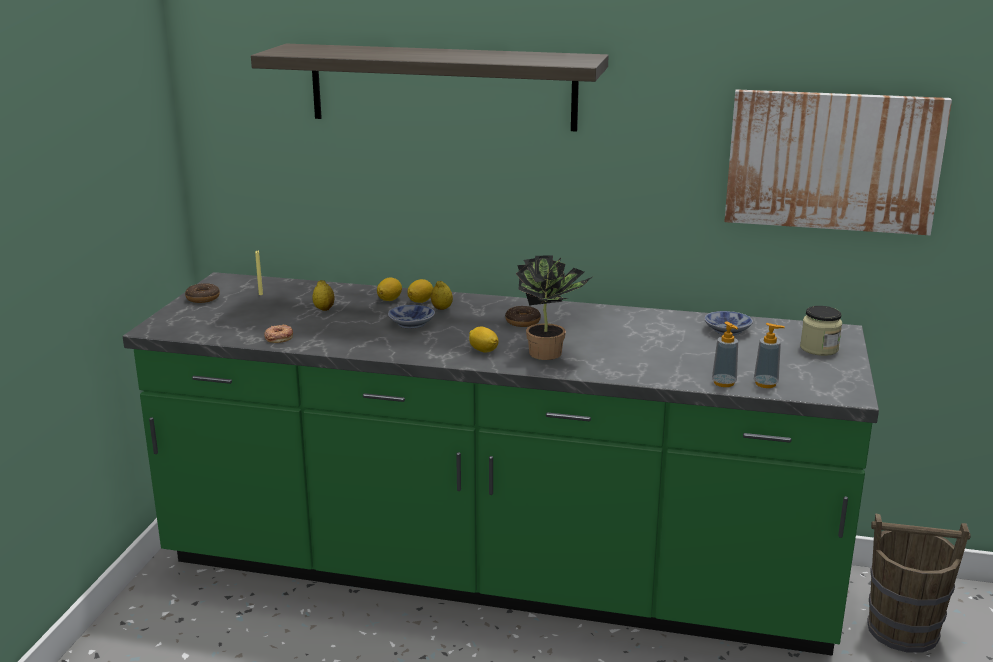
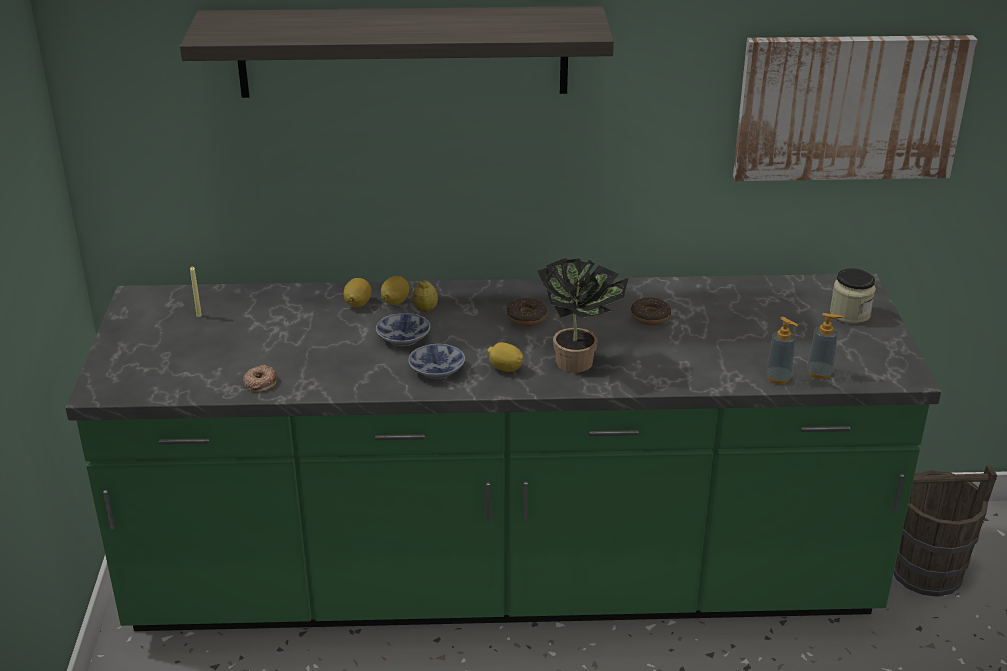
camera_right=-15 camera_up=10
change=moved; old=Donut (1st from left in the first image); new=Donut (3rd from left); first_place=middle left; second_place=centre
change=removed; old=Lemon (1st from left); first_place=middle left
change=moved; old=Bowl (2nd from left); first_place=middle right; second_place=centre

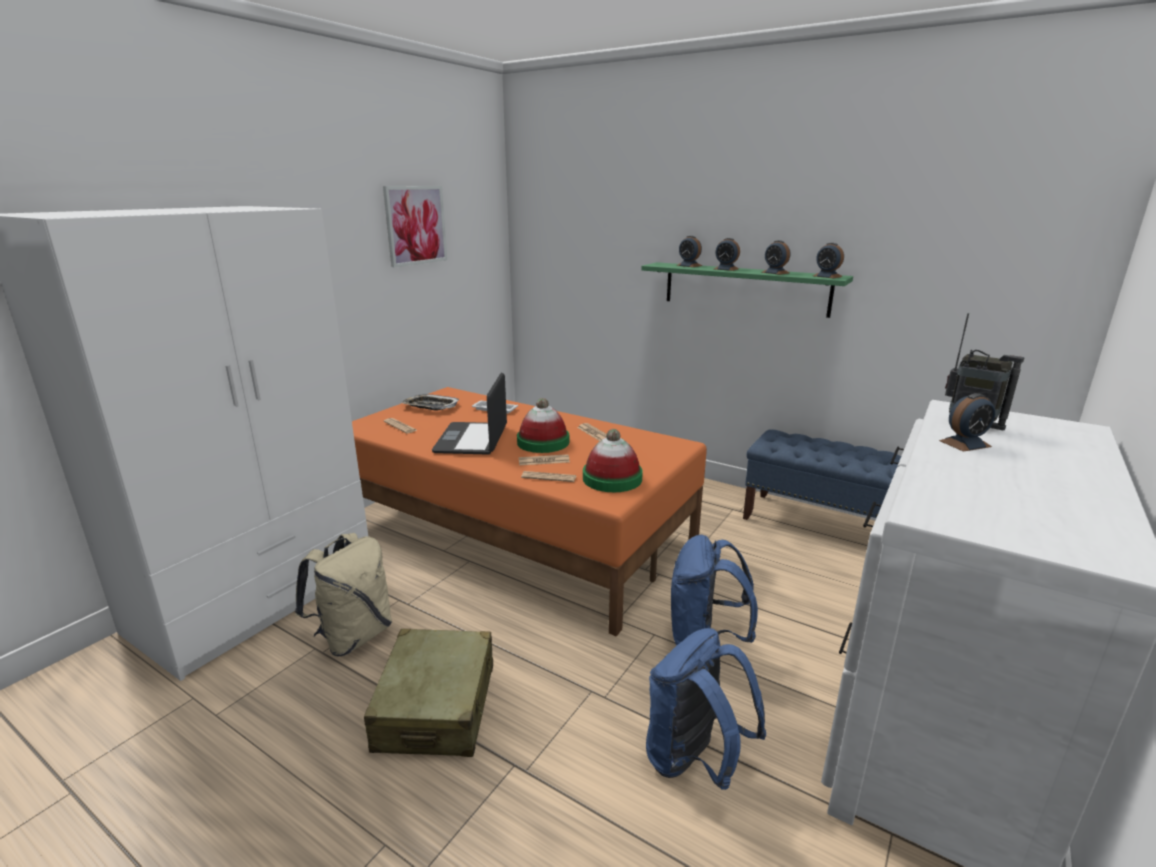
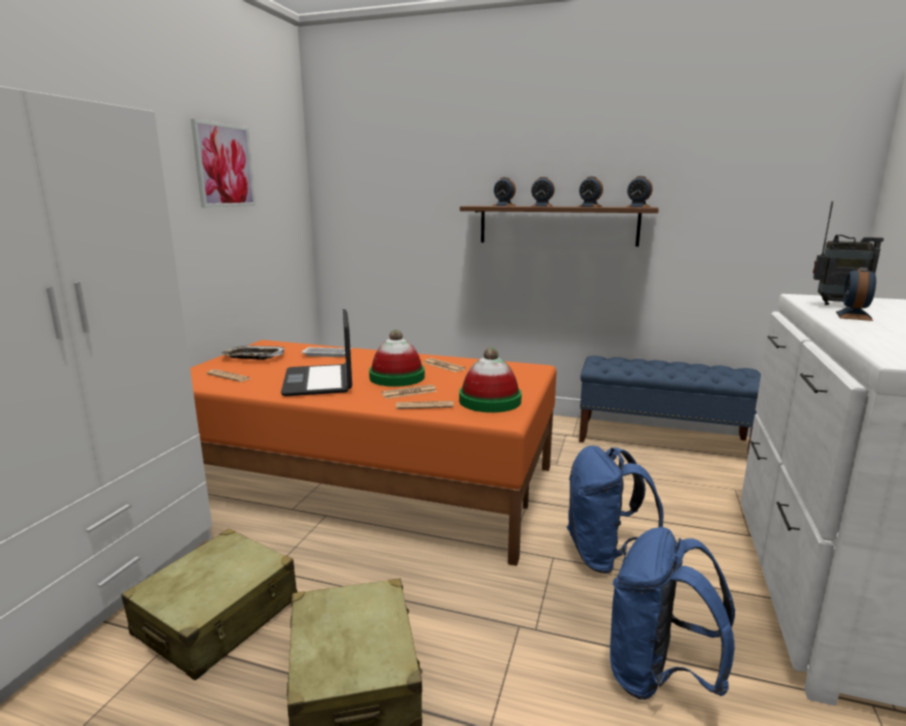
camera_right=-15 camera_up=-5
change=replaced; old=BeigeBackpack; new=BeigeSuitcase (1st from left); first_place=bottom left; second_place=bottom left
change=recoloured; old=GreenShelf; new=BrownShelf; first_place=centre; second_place=top centre
change=turned; old=AlarmClock (5th from left); first_place=middle right; second_place=middle right; degrees=150

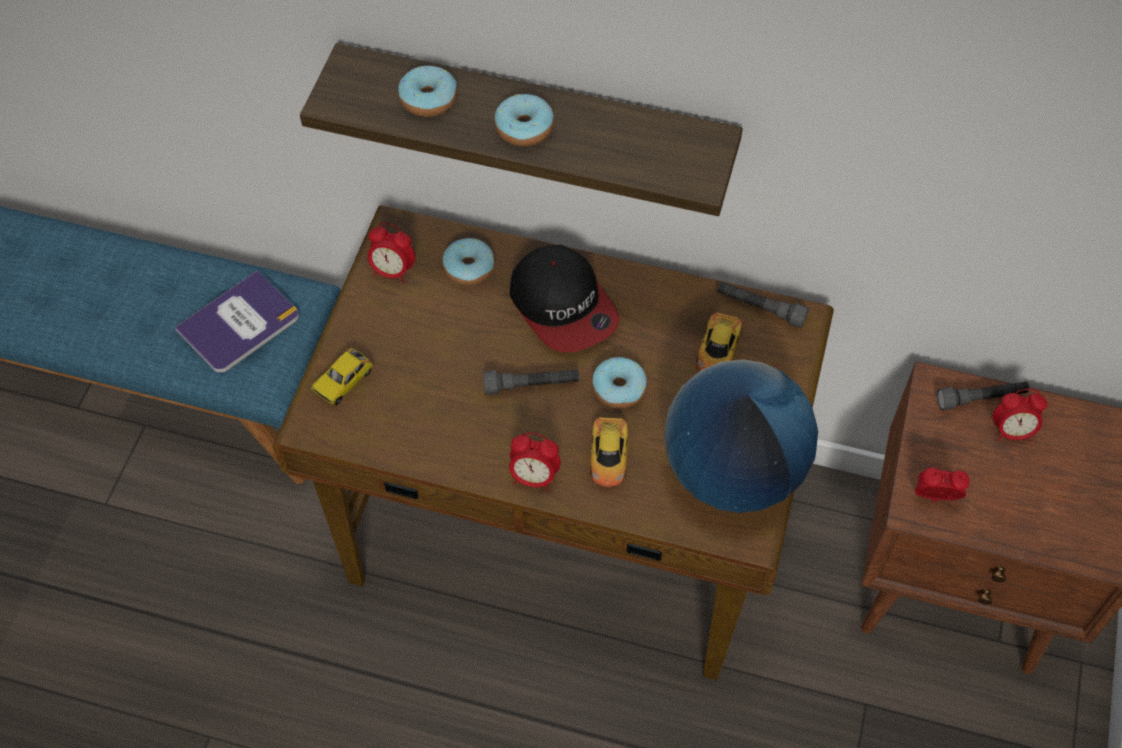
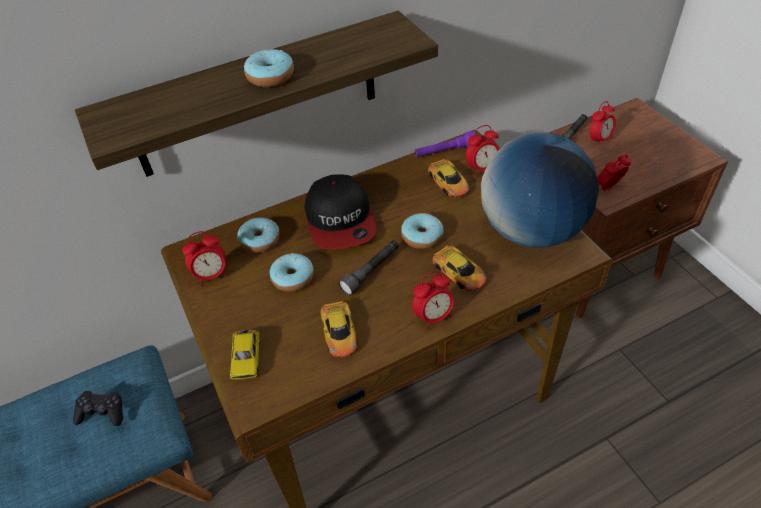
camera_right=-40 camera_up=-10
change=replaced; old=Book; new=BlackGameController; first_place=middle left; second_place=bottom left
change=moved; old=Donut (1st from left in the first image); new=Donut (3rd from left); first_place=top centre; second_place=centre
change=turned; old=Cap; first_place=centre; second_place=centre; degrees=60
change=recoloured; old=GreyFlashlight (2nd from left); new=PurpleFlashlight; first_place=middle right; second_place=top centre
change=added; new=ToyCar (2nd from left); second_place=centre
change=added; new=AlarmClock (3rd from left); second_place=top centre

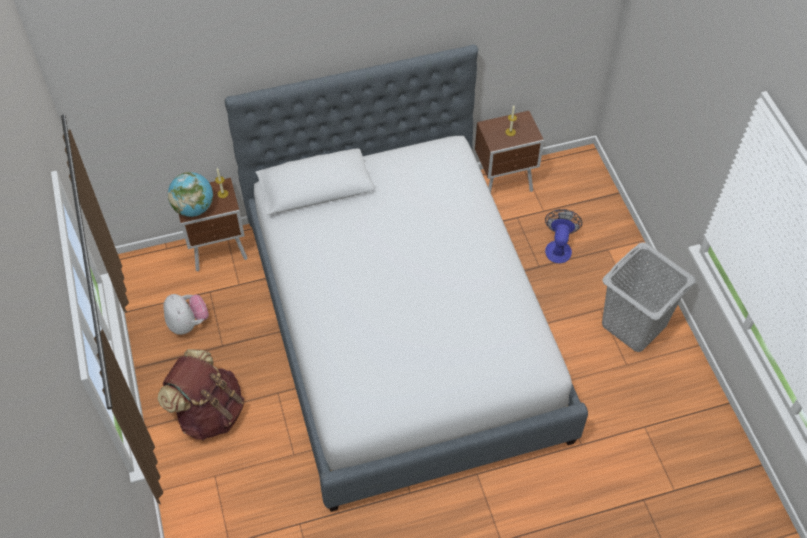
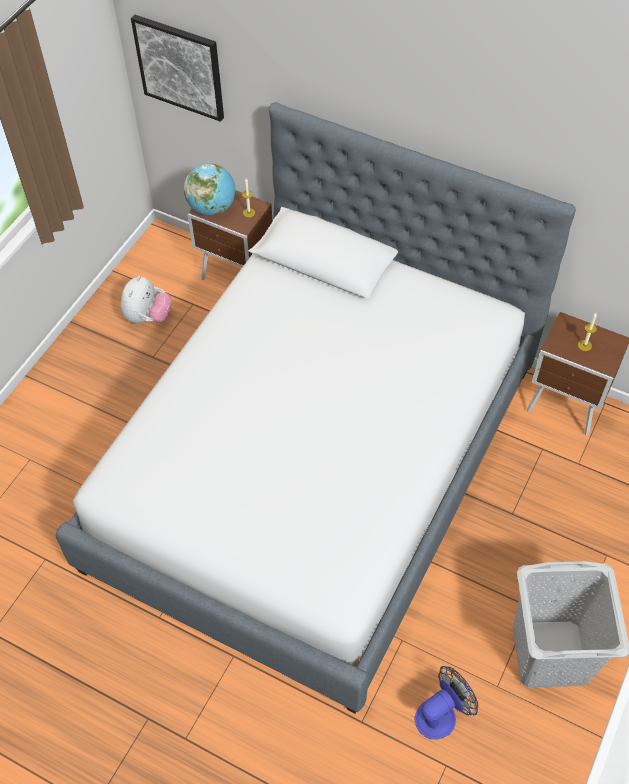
camera_right=45 camera_up=0
change=removed; old=BrownBackpack; first_place=bottom left
change=moved; old=Fan; first_place=middle right; second_place=bottom right
change=added; new=Picture; second_place=top left

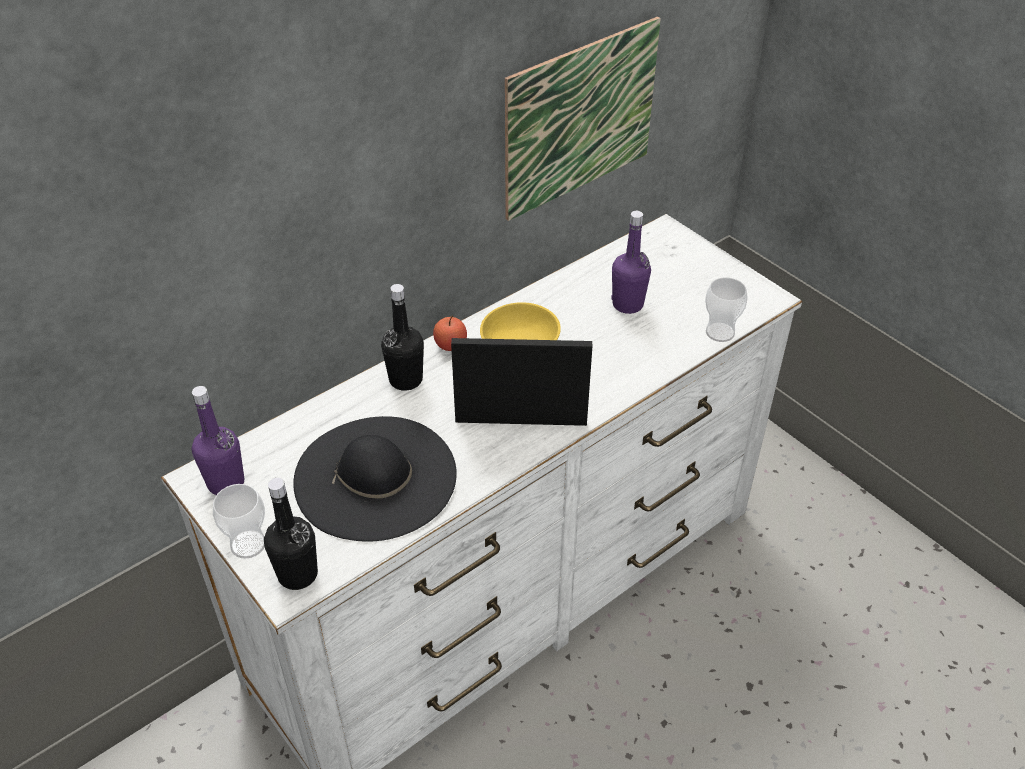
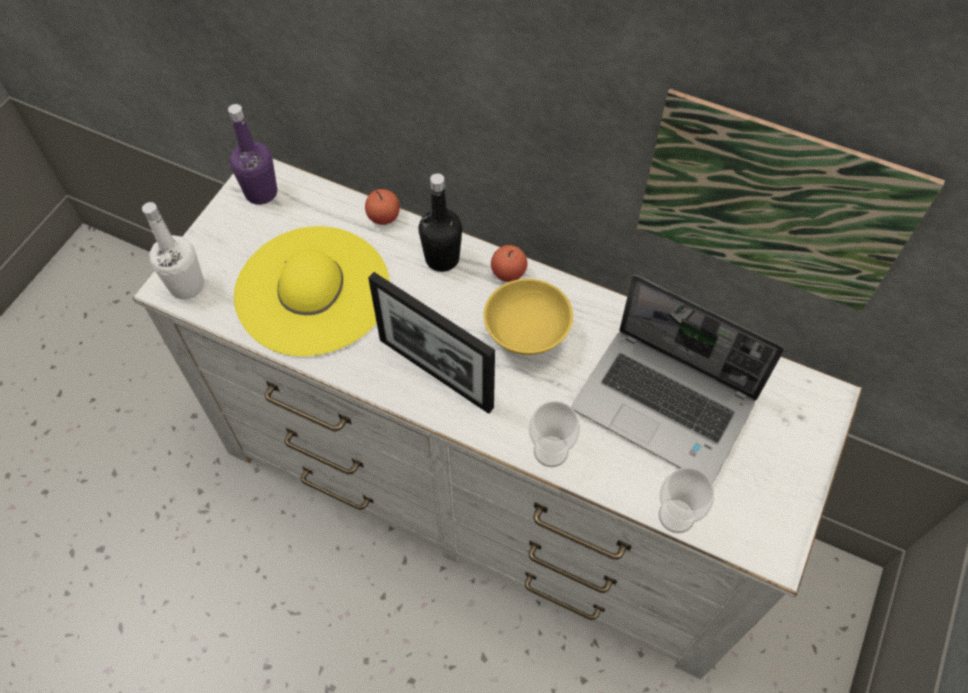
camera_right=65 camera_up=15
change=moved; old=Cup (1st from left); first_place=bottom left; second_place=centre
change=recoloured; old=BlackBottle (1st from left); new=WhiteBottle; first_place=bottom left; second_place=middle left
change=recoloured; old=BlackHat; new=YellowHat; first_place=centre; second_place=middle left
change=turned; old=PictureFrame; first_place=centre; second_place=centre; degrees=150
change=replaced; old=PurpleBottle (2nd from left); new=Laptop; first_place=centre; second_place=middle right
change=added; new=Apple (1st from left); second_place=top centre

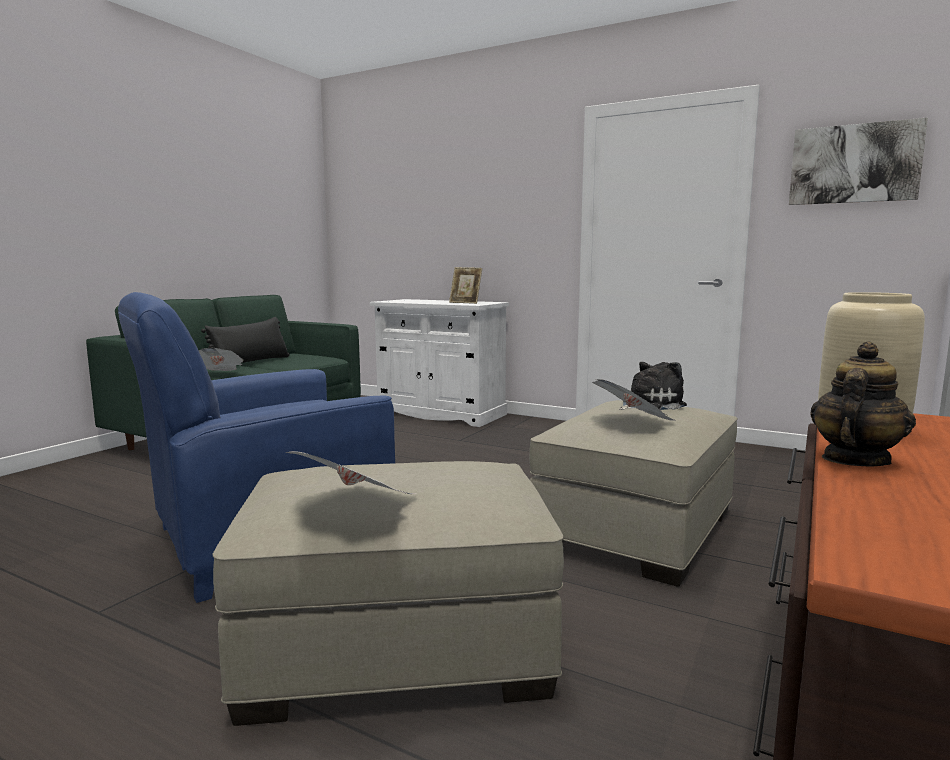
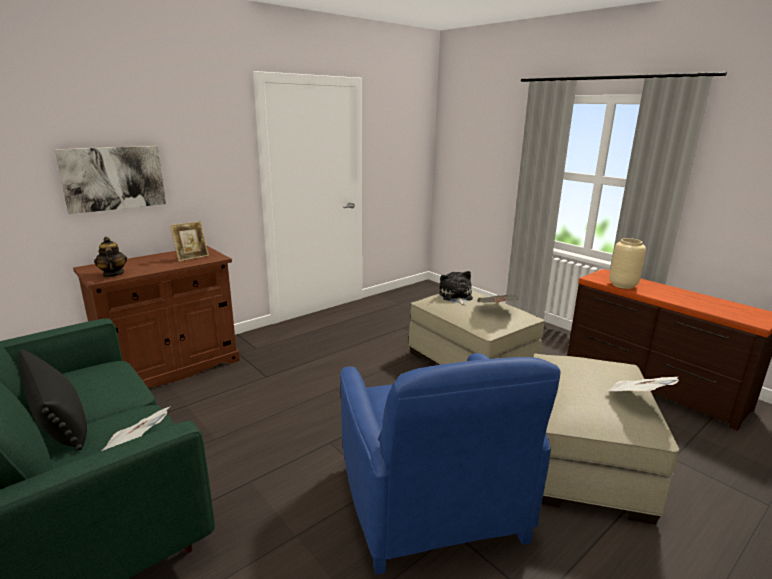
camera_right=-70 camera_up=10
change=recoloured; old=WhiteCabinet; new=BrownCabinet; first_place=centre; second_place=middle left
change=moved; old=Picture; first_place=top right; second_place=top left
change=moved; old=Teapot; first_place=middle right; second_place=middle left

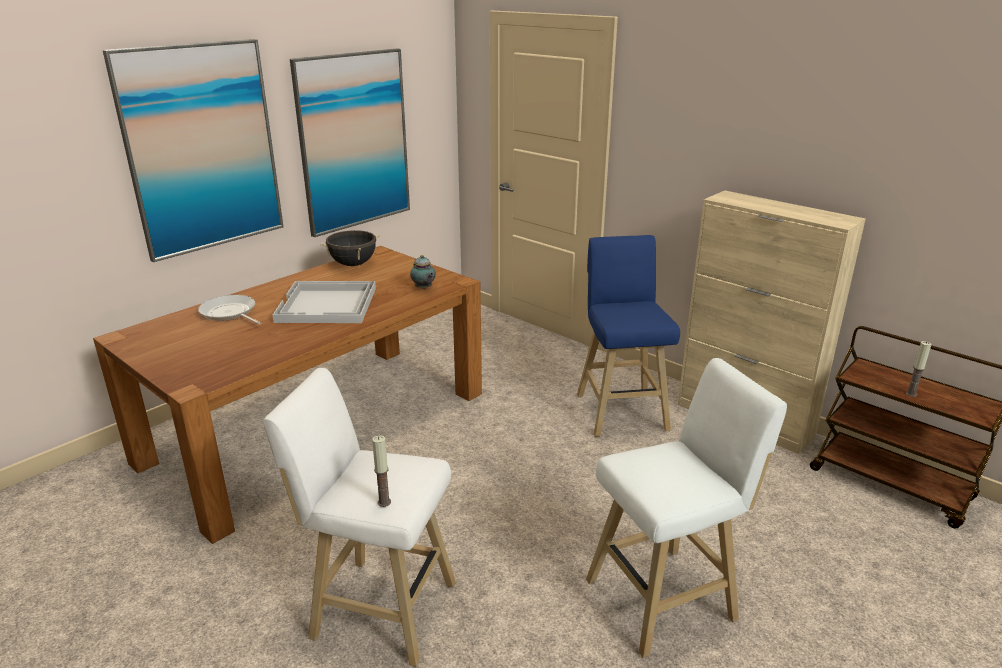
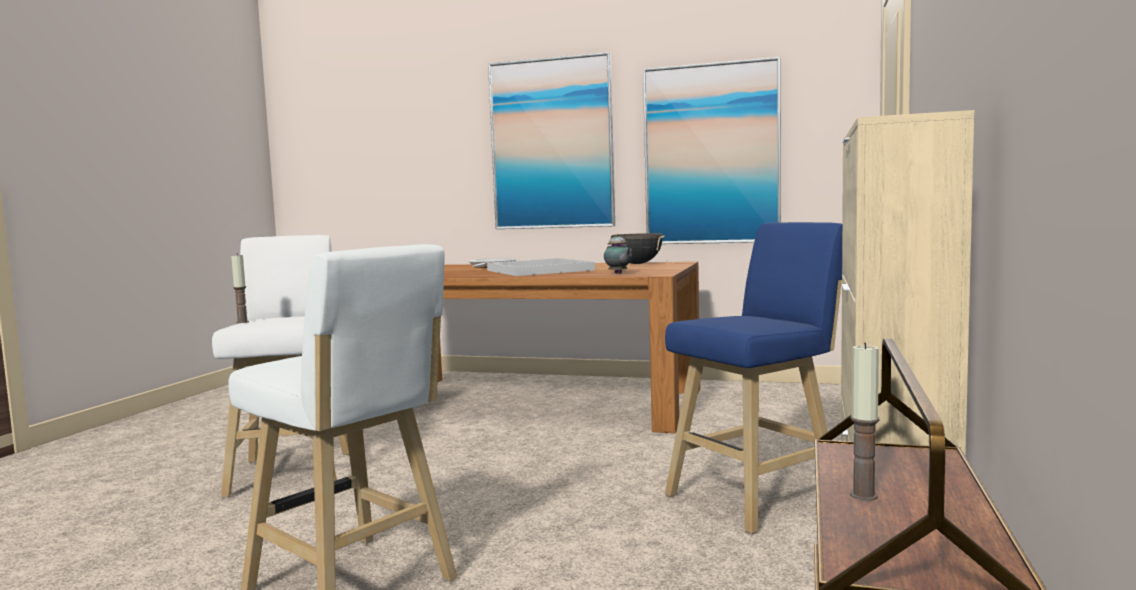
camera_right=65 camera_up=-20
change=turned; old=Teapot; first_place=centre; second_place=centre; degrees=-60

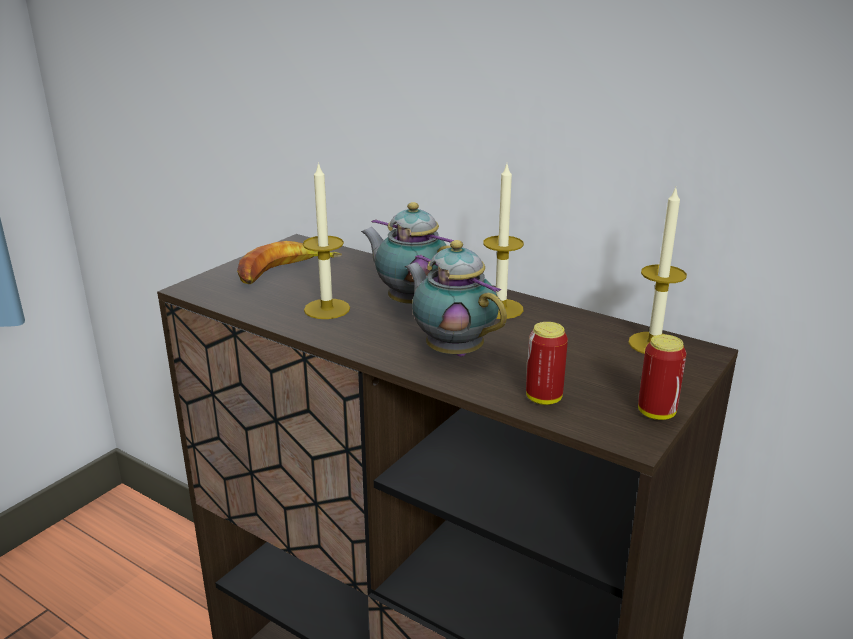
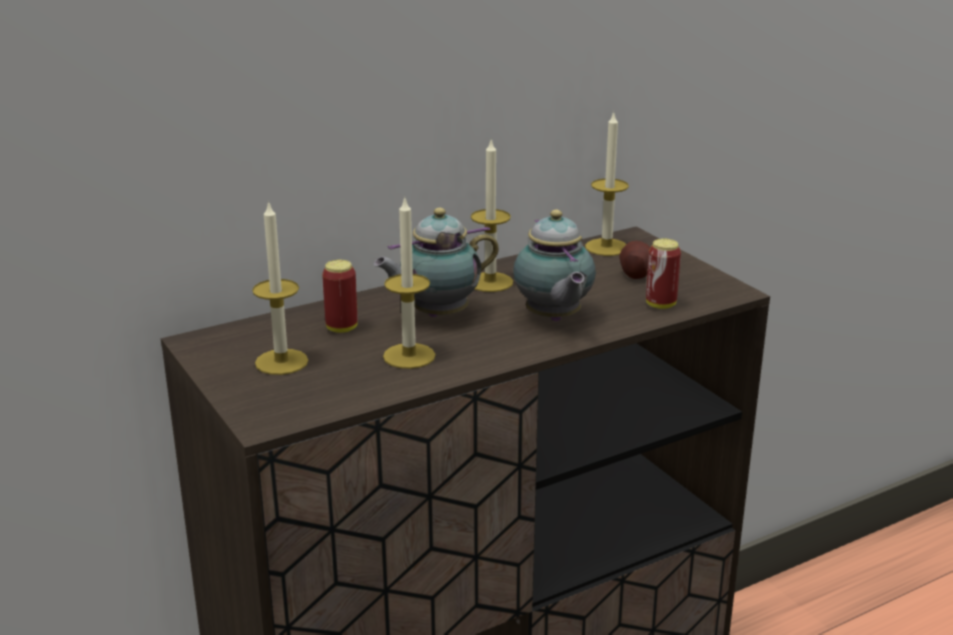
camera_right=-65 camera_up=0
change=replaced; old=Banana; new=Candle (1st from left); first_place=centre; second_place=middle left
change=turned; old=Teapot (2nd from left); first_place=centre; second_place=centre; degrees=-90
change=moved; old=Can (2nd from left in the first image); new=Can (1st from left); first_place=middle right; second_place=centre
change=added; new=Potato; second_place=centre

